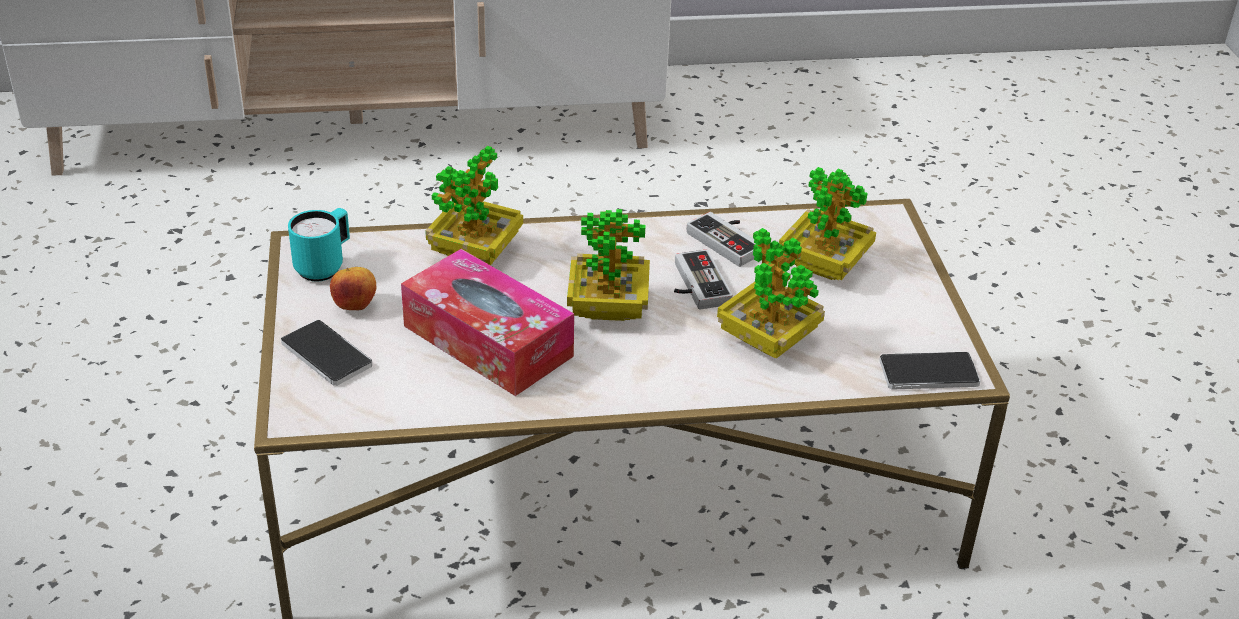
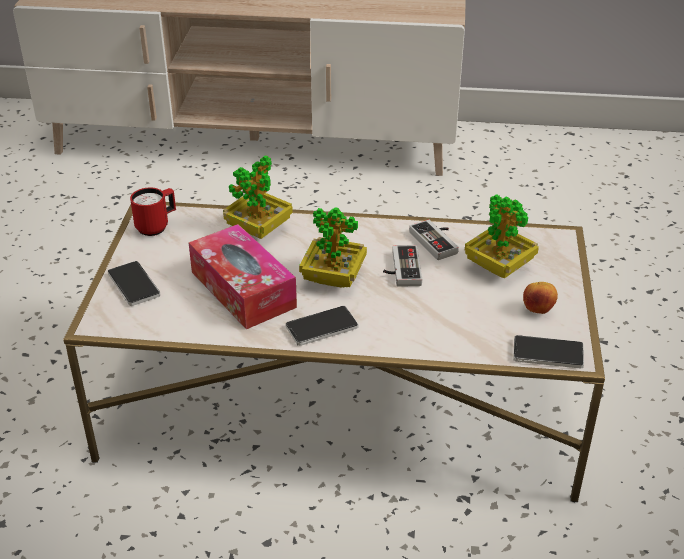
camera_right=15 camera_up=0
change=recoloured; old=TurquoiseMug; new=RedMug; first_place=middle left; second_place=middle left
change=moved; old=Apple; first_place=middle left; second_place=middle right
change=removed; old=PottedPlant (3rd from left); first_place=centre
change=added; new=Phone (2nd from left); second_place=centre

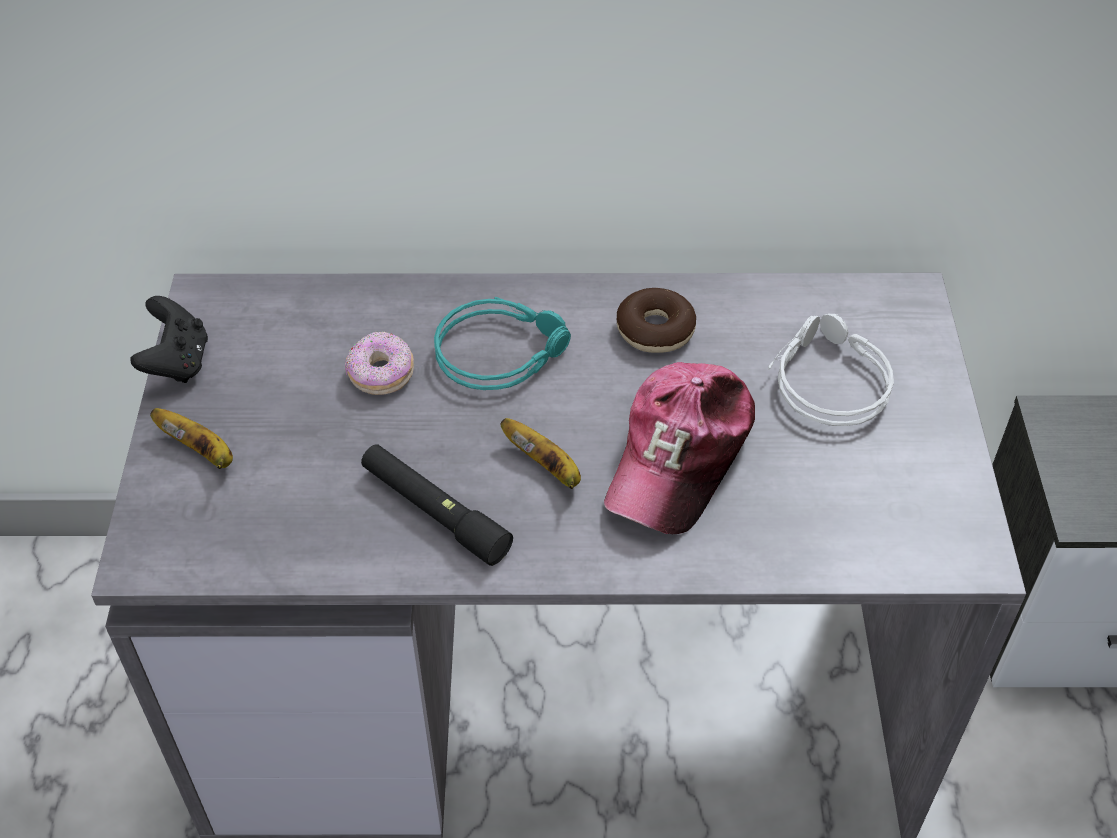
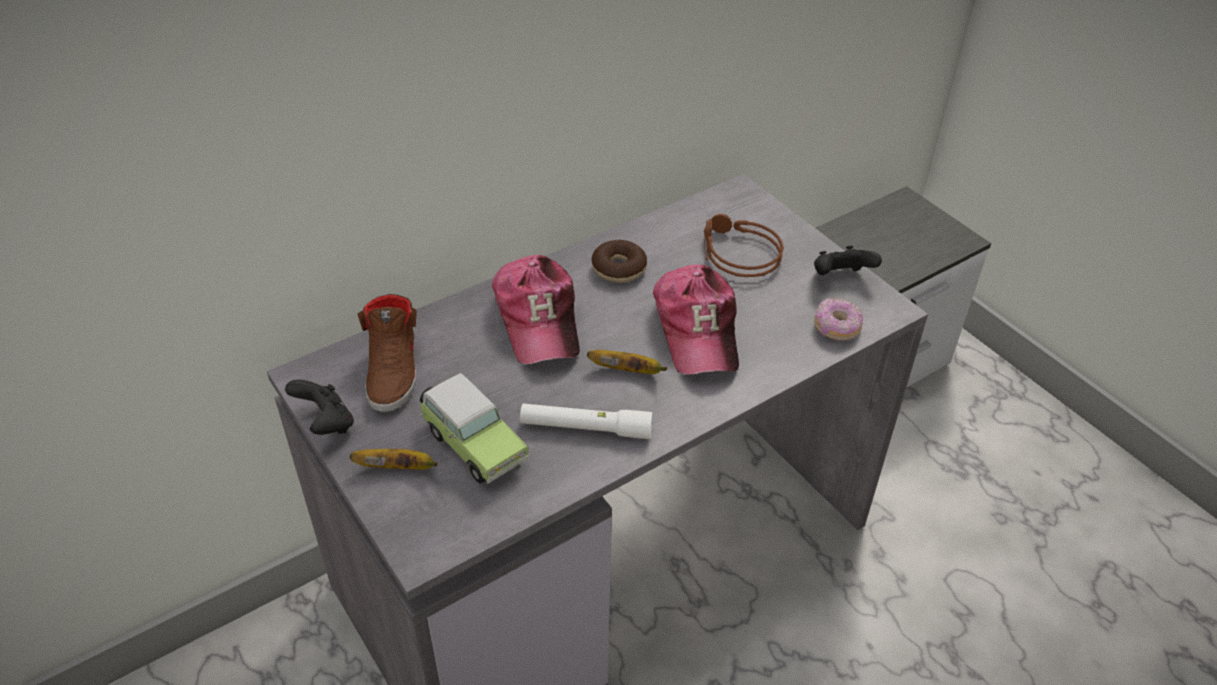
camera_right=-35 camera_up=-5
change=moved; old=Donut (1st from left in the first image); new=Donut (2nd from left); first_place=centre; second_place=middle right
change=recoloured; old=BlackFlashlight; new=WhiteFlashlight; first_place=centre; second_place=centre
change=replaced; old=TurquoiseHeadphones; new=Cap (1st from left); first_place=centre; second_place=centre
change=recoloured; old=GreyHeadphones; new=BrownHeadphones; first_place=middle right; second_place=centre
change=added; new=BrownShoe; second_place=middle left
change=added; new=ToyCar; second_place=centre
change=added; new=BlackGameController (2nd from left); second_place=middle right

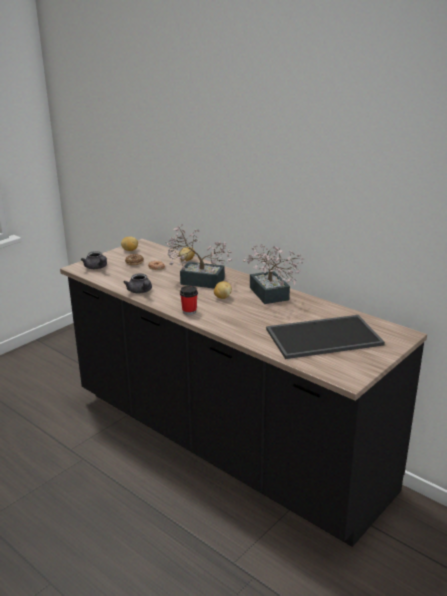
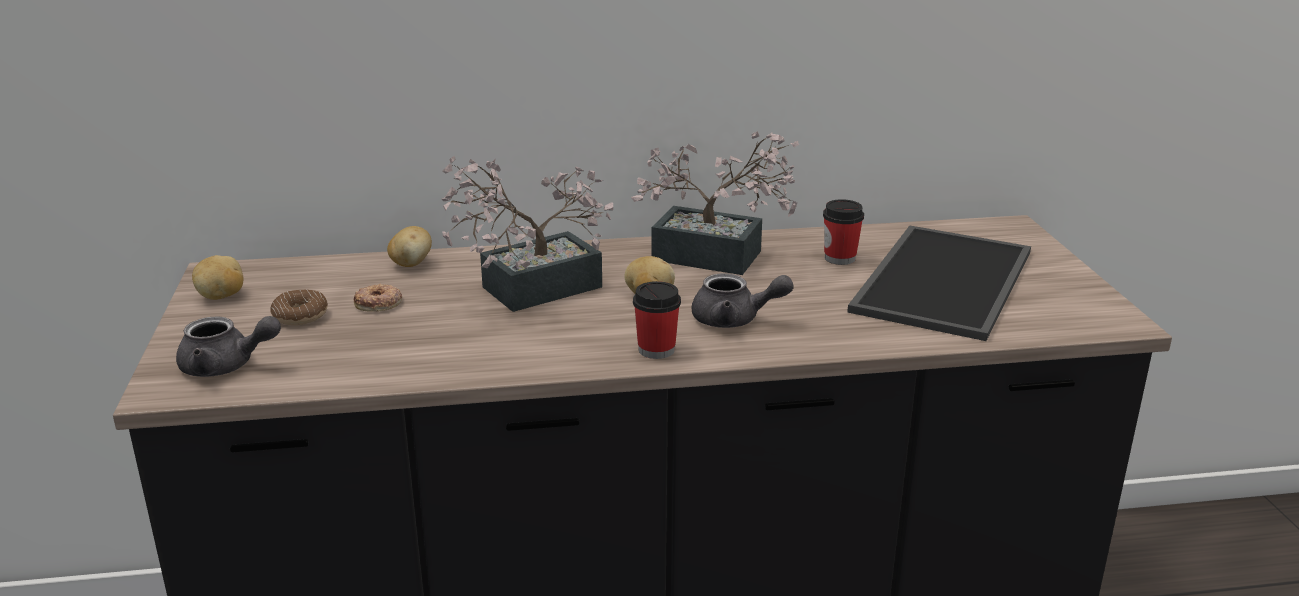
camera_right=-50 camera_up=0
change=moved; old=GreyTeapot (2nd from left); first_place=middle left; second_place=centre
change=added; new=Cup (2nd from left); second_place=centre

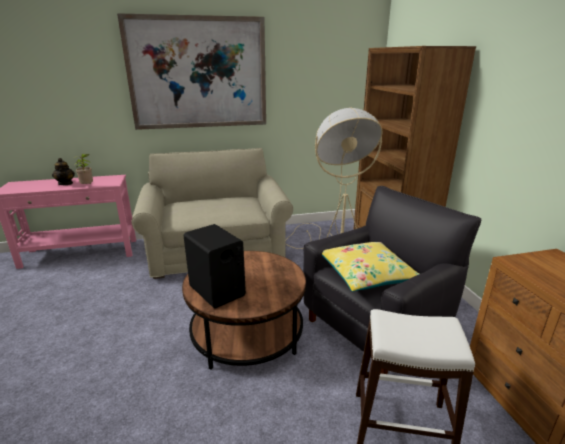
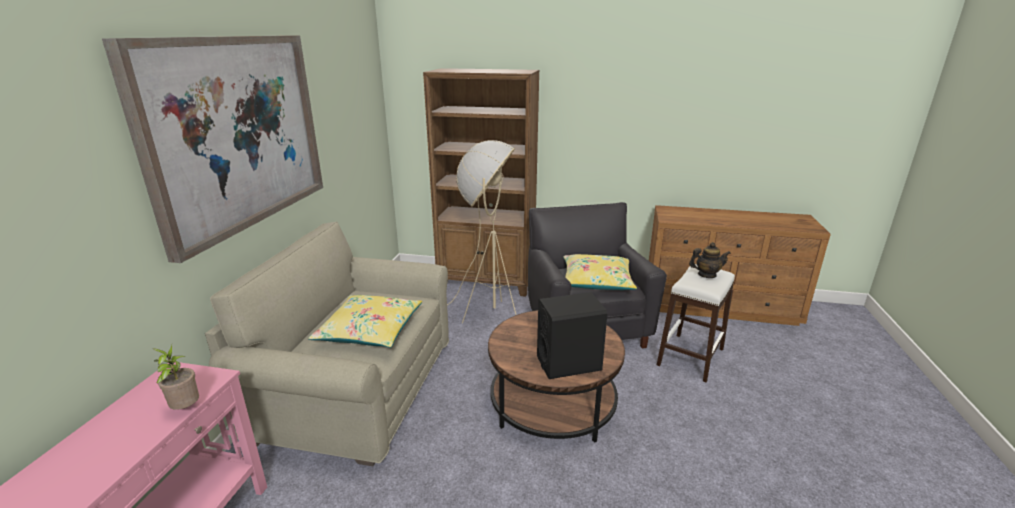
camera_right=-65 camera_up=0
change=moved; old=Teapot; first_place=middle left; second_place=middle right
change=added; new=YellowPillow (1st from left); second_place=centre

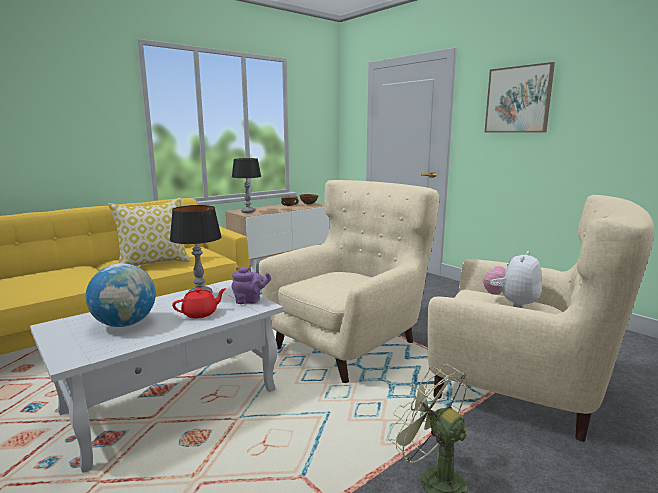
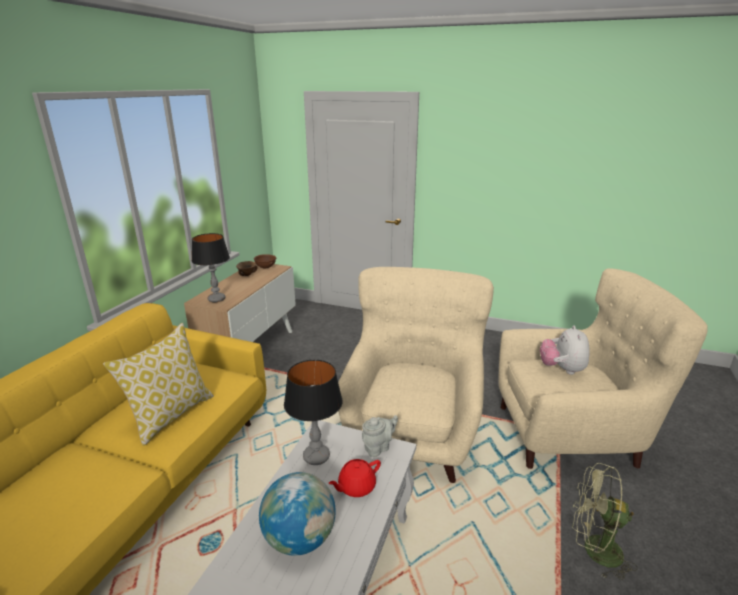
camera_right=-30 camera_up=10
change=turned; old=RedTeapot; first_place=middle left; second_place=bottom centre; degrees=-150
change=recoloured; old=PurpleTeapot; new=GreyTeapot; first_place=centre; second_place=bottom centre
change=removed; old=Picture; first_place=top right

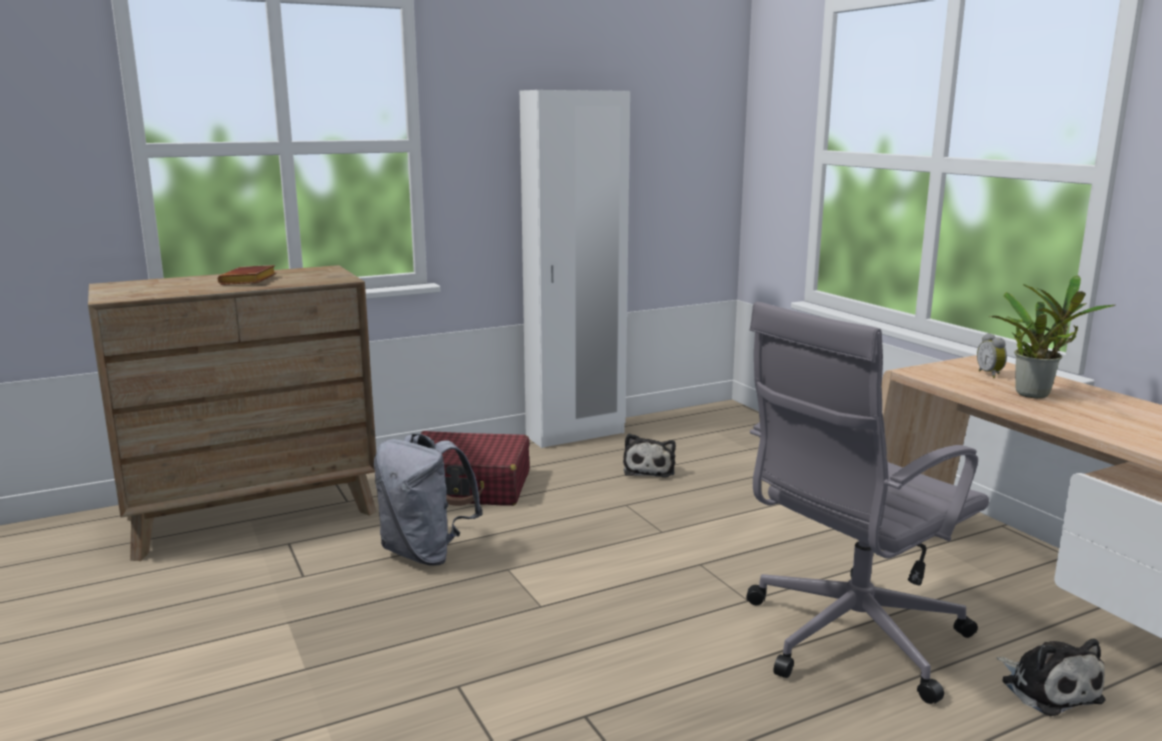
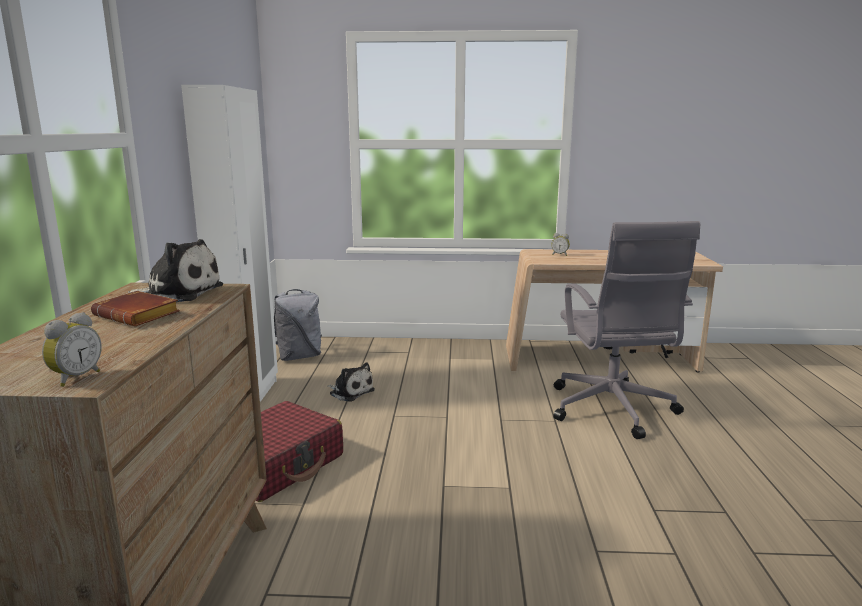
camera_right=-60 camera_up=0
change=moved; old=GreyBackpack; first_place=bottom centre; second_place=centre
change=removed; old=PottedPlant; first_place=middle right
change=moved; old=PlushToy (2nd from left in the first image); new=PlushToy (1st from left); first_place=bottom right; second_place=middle left
change=added; new=AlarmClock (1st from left); second_place=middle left

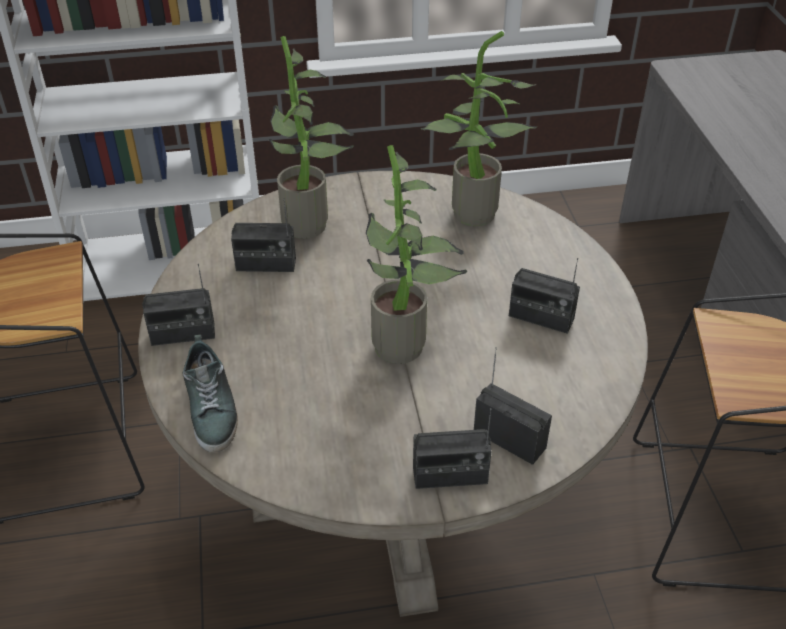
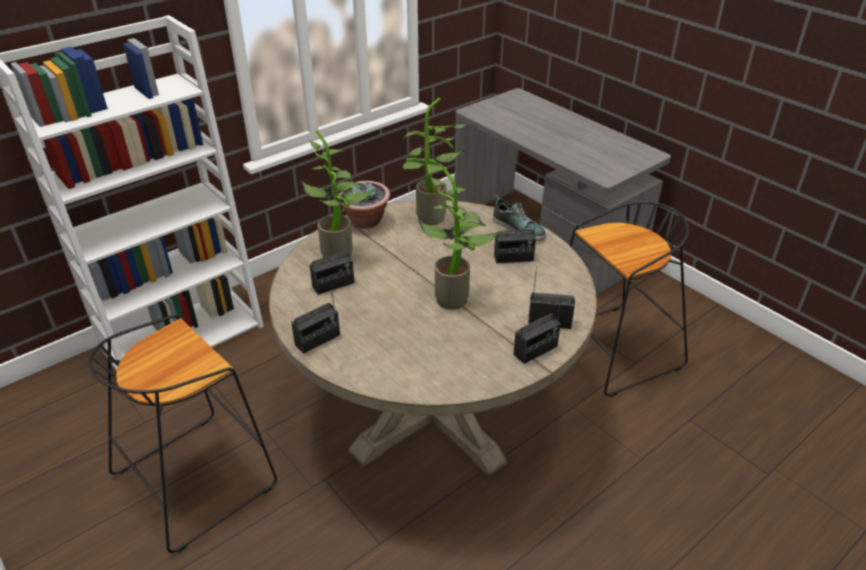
camera_right=-30 camera_up=-5
change=moved; old=Shoe; first_place=middle left; second_place=centre
change=added; new=PottedPlant (2nd from left); second_place=centre

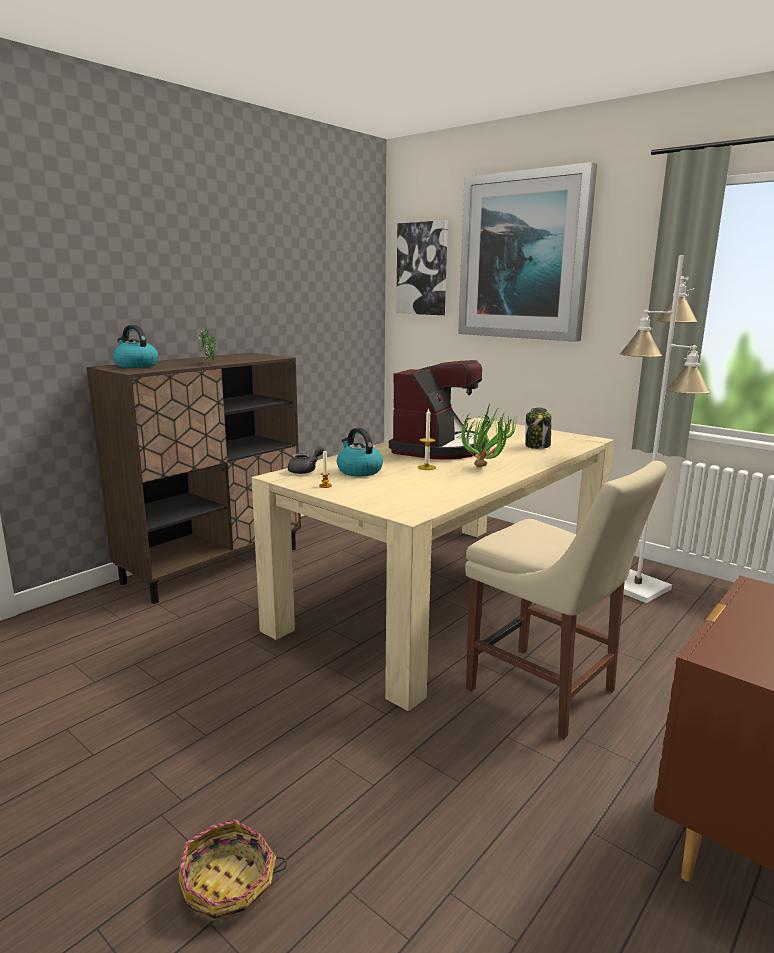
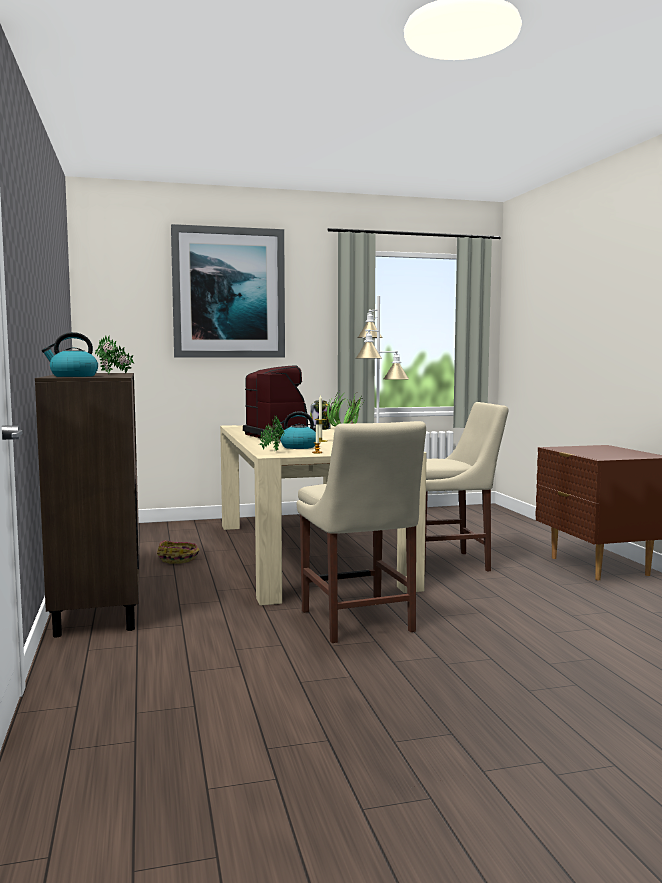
camera_right=-55 camera_up=-10
change=moved; old=Basket; first_place=bottom left; second_place=middle left
change=replaced; old=GreyTeapot; new=PottedPlant (2nd from left); first_place=centre; second_place=centre
change=removed; old=Picture (1st from left); first_place=top centre
change=added; new=BeigeChair (1st from left); second_place=centre

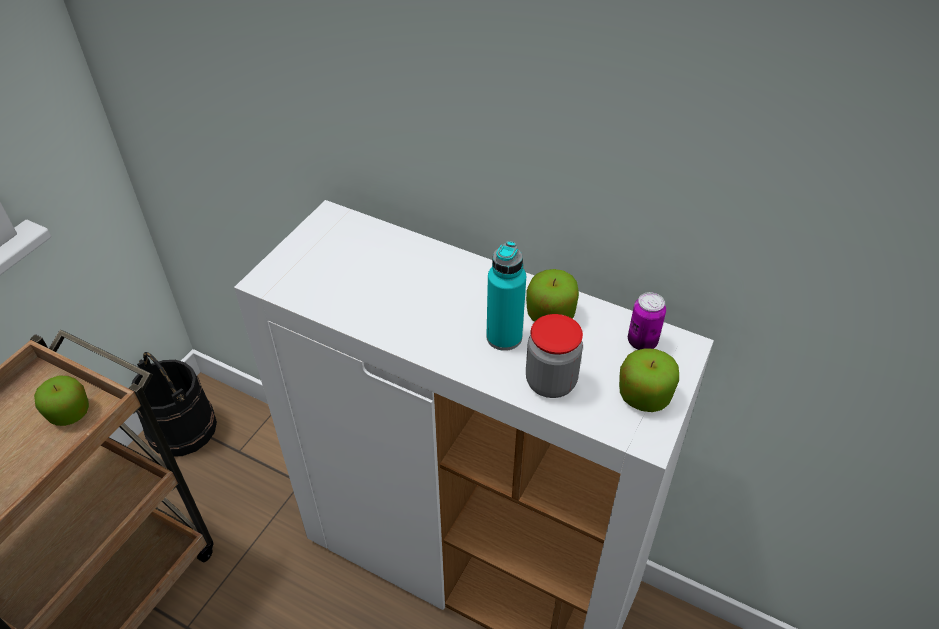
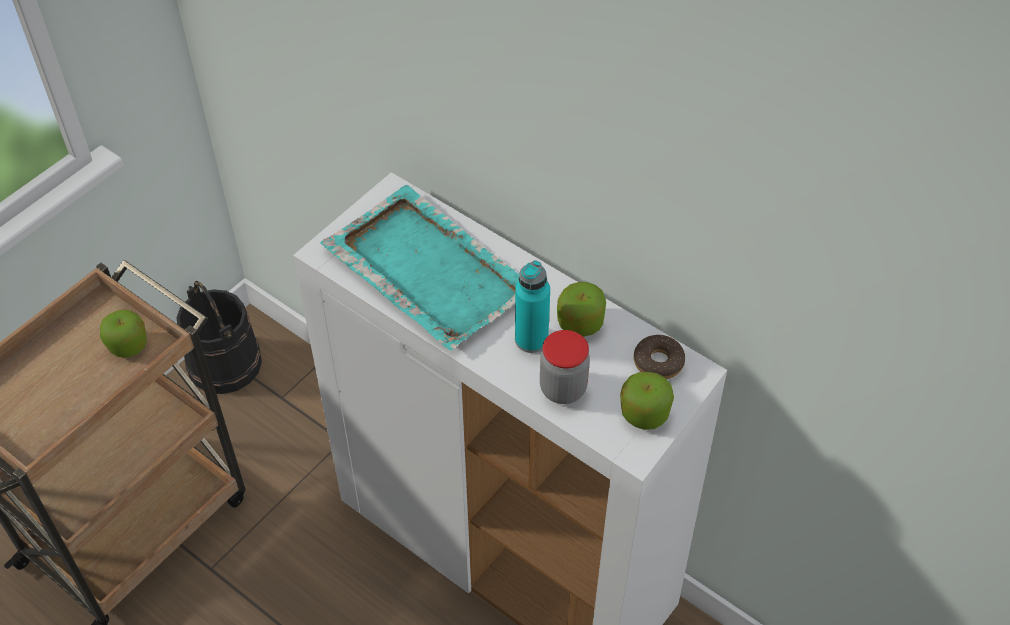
camera_right=10 camera_up=5
change=replaced; old=Can; new=Donut; first_place=middle right; second_place=centre
change=added; new=TurquoiseTray; second_place=centre

